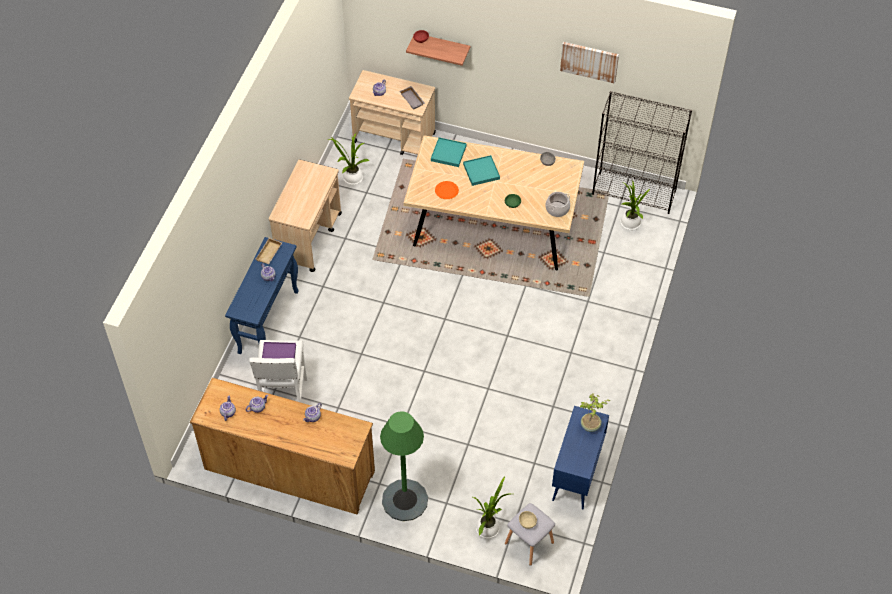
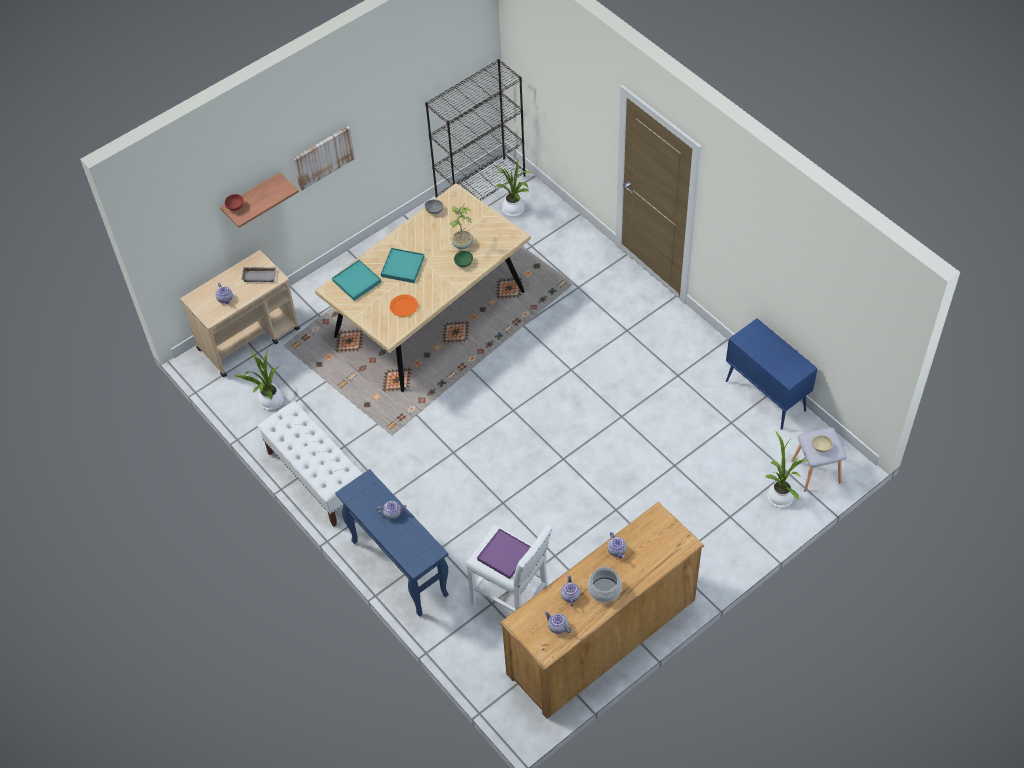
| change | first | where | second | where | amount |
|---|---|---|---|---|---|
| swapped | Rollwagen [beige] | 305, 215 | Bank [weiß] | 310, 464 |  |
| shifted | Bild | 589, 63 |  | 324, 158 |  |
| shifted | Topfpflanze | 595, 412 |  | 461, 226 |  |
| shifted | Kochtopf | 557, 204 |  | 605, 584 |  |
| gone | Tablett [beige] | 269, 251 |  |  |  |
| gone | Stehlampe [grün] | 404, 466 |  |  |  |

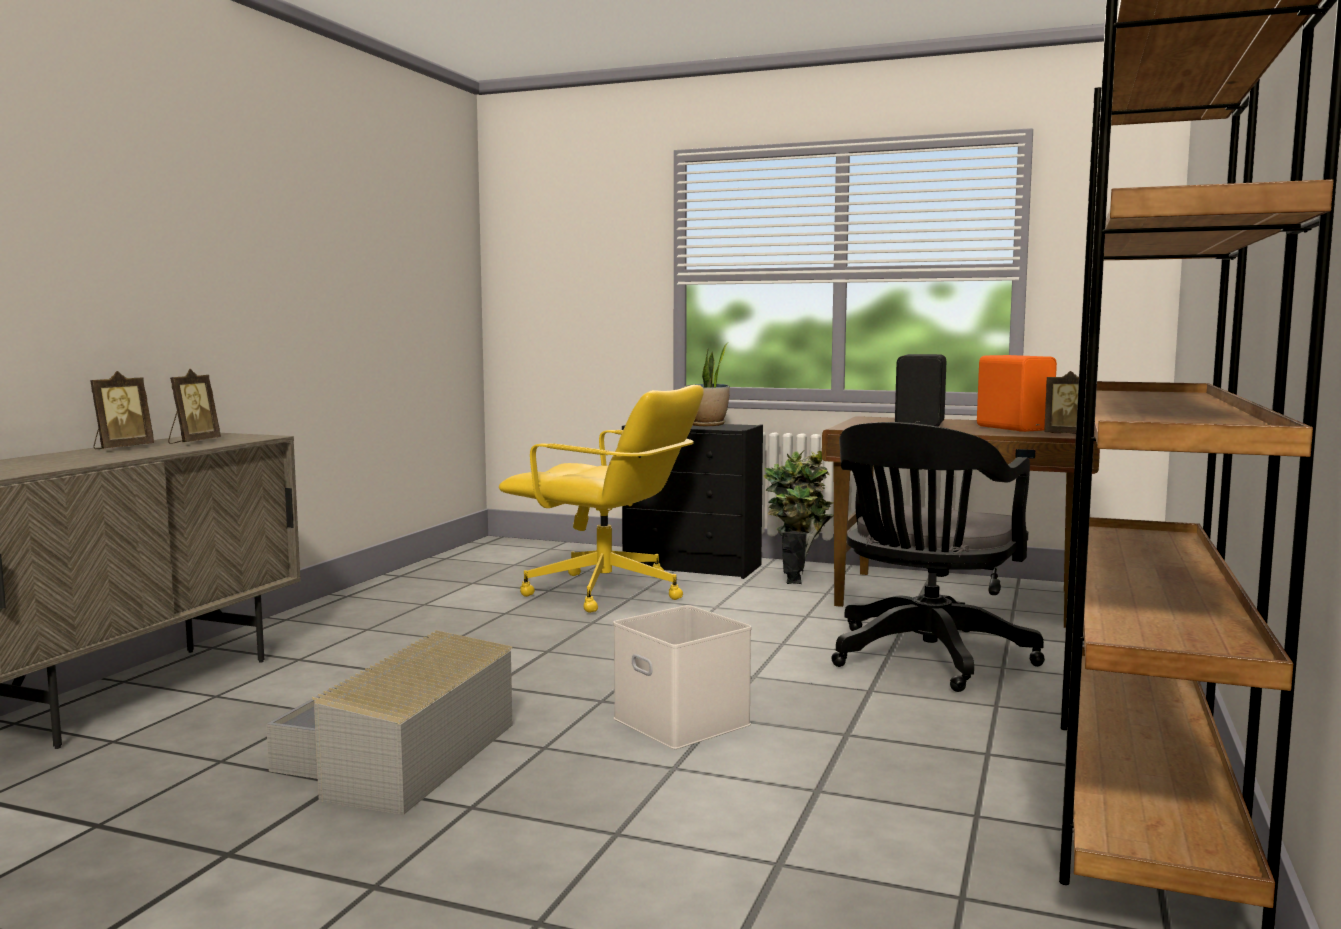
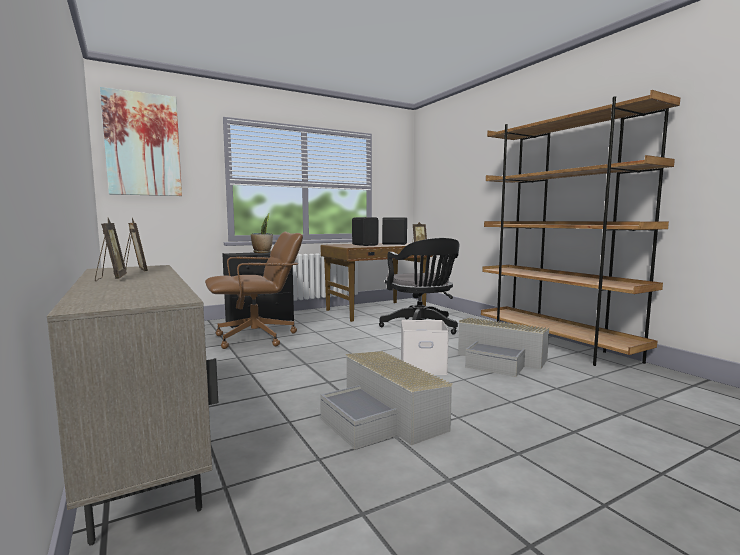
| change | first | where | second | where | amount |
|---|---|---|---|---|---|
| new |  |  | Bild | 141, 141 |  |
| repainted | Bürostuhl [gelb] | 601, 499 | Bürostuhl [braun] | 254, 290 |  |
| repainted | Lautsprecher [orange] | 1017, 393 | Lautsprecher [schwarz] | 394, 231 |  |
| new |  |  | Aufbewahrungsbox [grau] | 503, 347 |  |
| gone | Topfpflanze | 799, 517 |  |  |  |

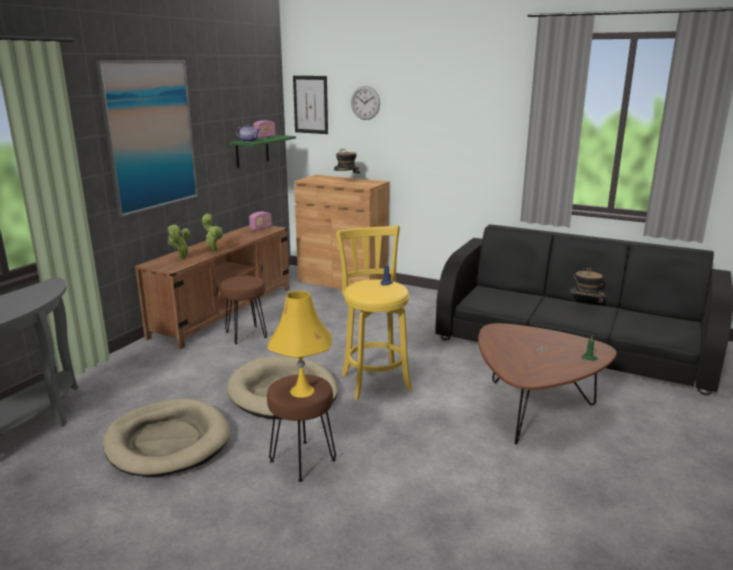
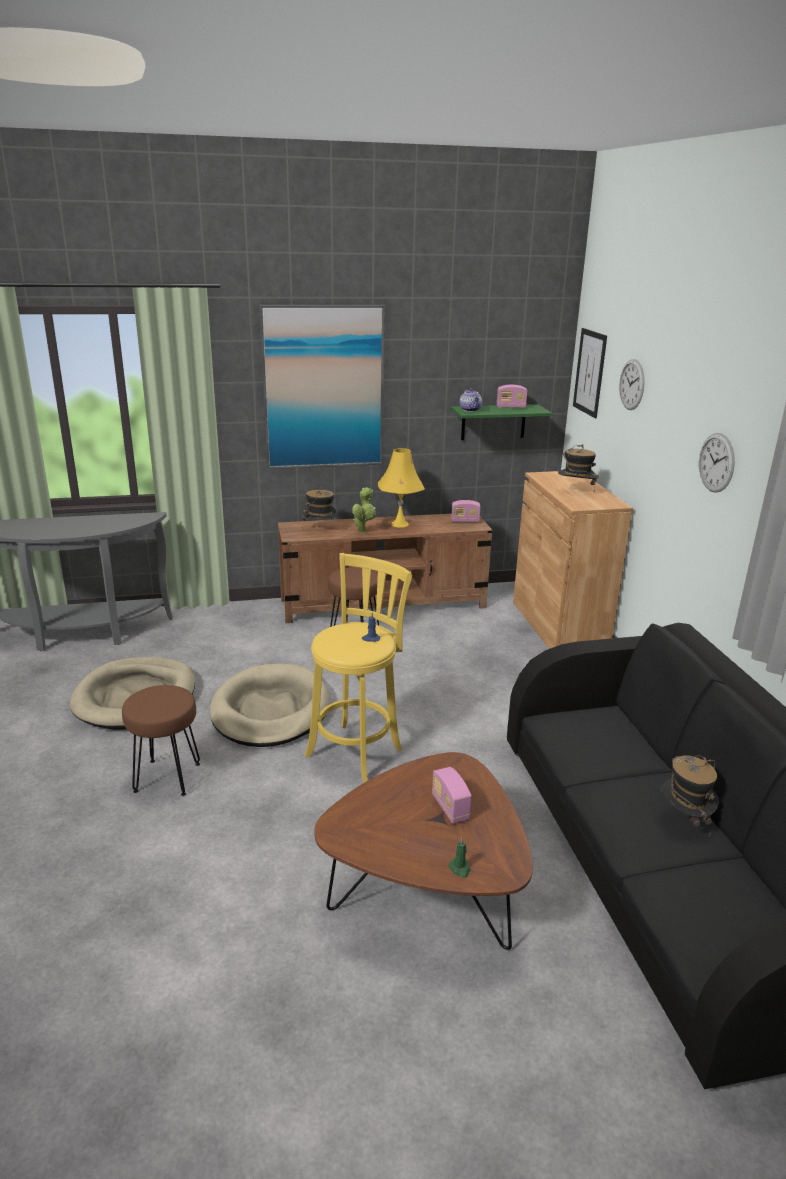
| change | first | where | second | where | amount |
|---|---|---|---|---|---|
| swapped | Topfpflanze | 178, 242 | Hut | 320, 505 |  |
| shifted | Tischlampe [gelb] | 300, 344 |  | 401, 488 |  |
| new |  |  | Radio | 452, 795 |  |
| new |  |  | Wanduhr | 717, 463 |  |

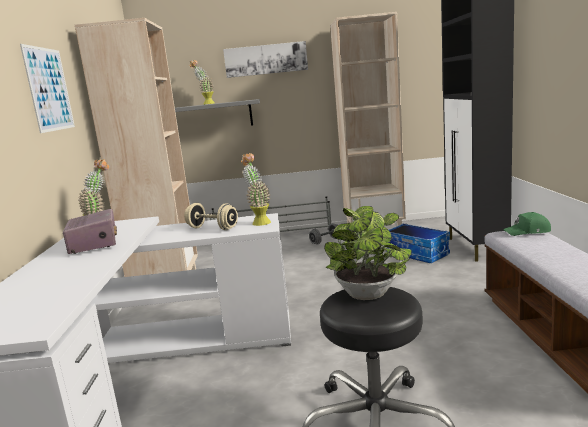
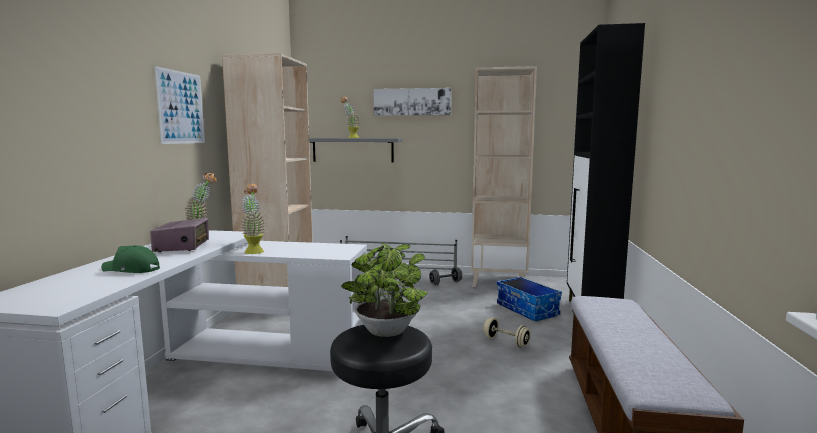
| change | first | where | second | where | amount |
|---|---|---|---|---|---|
| shifted | Kappe [grün] | 527, 224 |  | 130, 259 |  |
| shifted | Topfpflanze | 256, 189 |  | 252, 219 |  |
| shifted | Hantel [beige] | 211, 216 |  | 507, 332 |  |

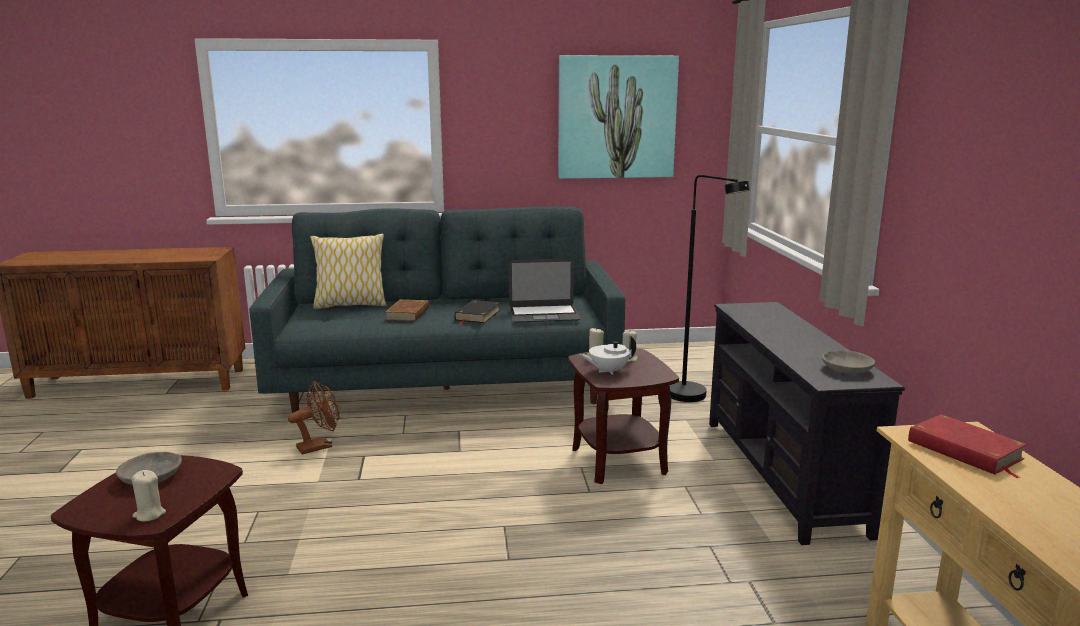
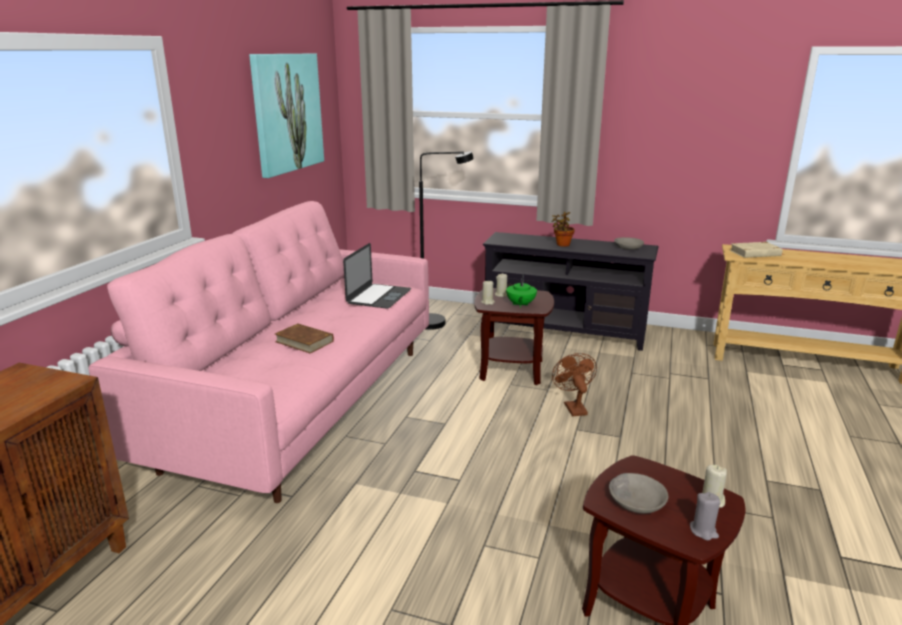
| change | first | where | second | where | amount |
|---|---|---|---|---|---|
| repainted | Sofa [grau] | 437, 310 | Sofa [rosa] | 258, 352 |  |
| repainted | Teekanne [weiß] | 607, 355 | Teekanne [grün] | 521, 291 |  |
| new |  |  | Topfpflanze | 563, 229 |  |
| shifted | Ventilator [braun] | 313, 417 |  | 574, 384 |  |
| new |  |  | Kerze [grau] | 705, 516 |  |
| repainted | Buch [rot] | 967, 446 | Buch [beige] | 756, 250 |  |
| gone | Kissen | 348, 271 |  |  |  |
| gone | Buch [schwarz] | 477, 312 |  |  |  |

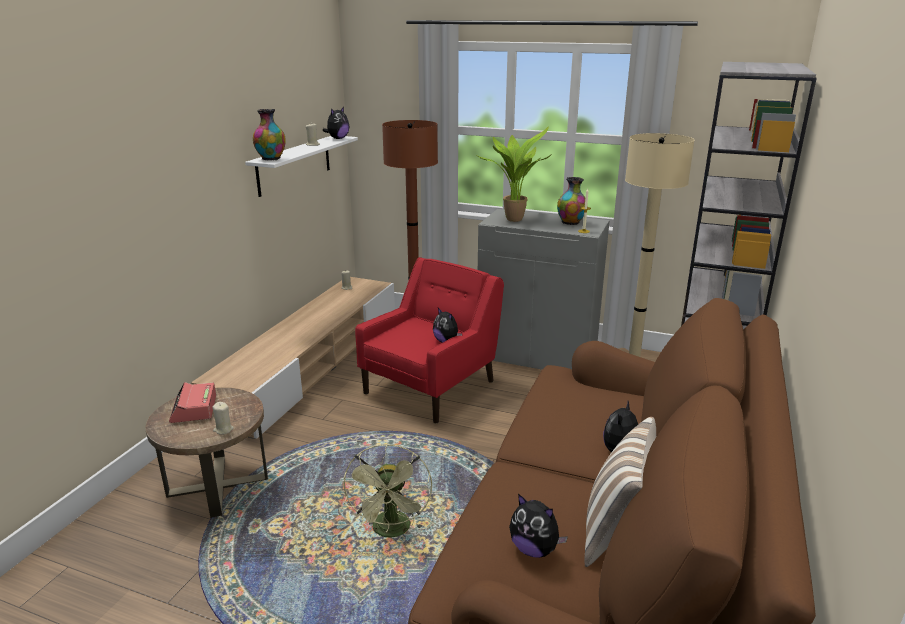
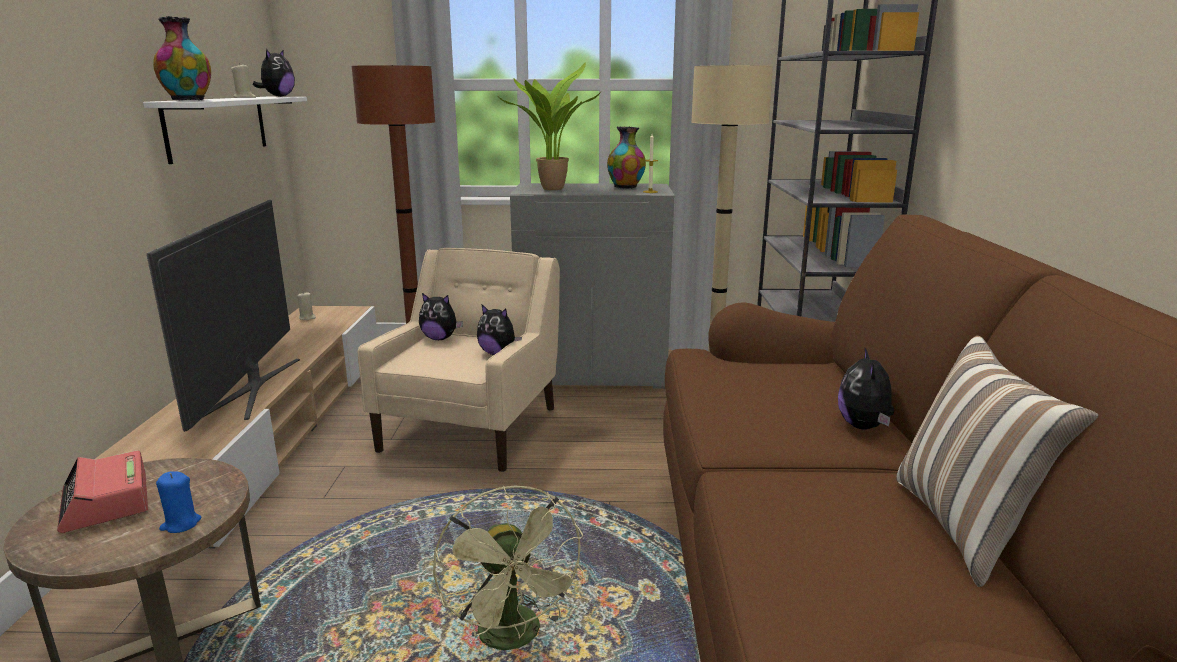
| change | first | where | second | where | amount |
|---|---|---|---|---|---|
| new |  |  | Fernseher | 223, 316 |  |
| repainted | Kerze [beige] | 223, 418 | Kerze [blau] | 178, 502 |  |
| repainted | Sessel [rot] | 429, 340 | Sessel [beige] | 459, 360 |  |
| shifted | Plüschtier | 538, 526 |  | 441, 316 |  |

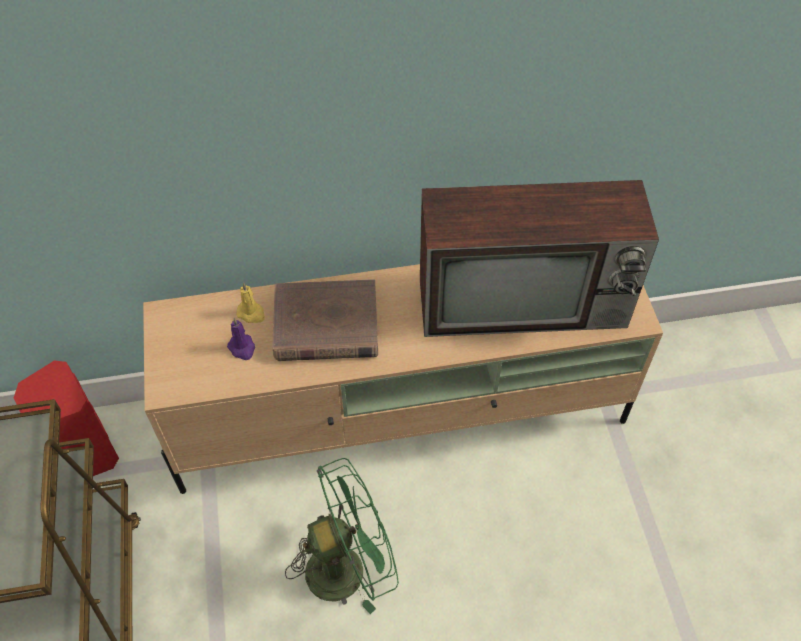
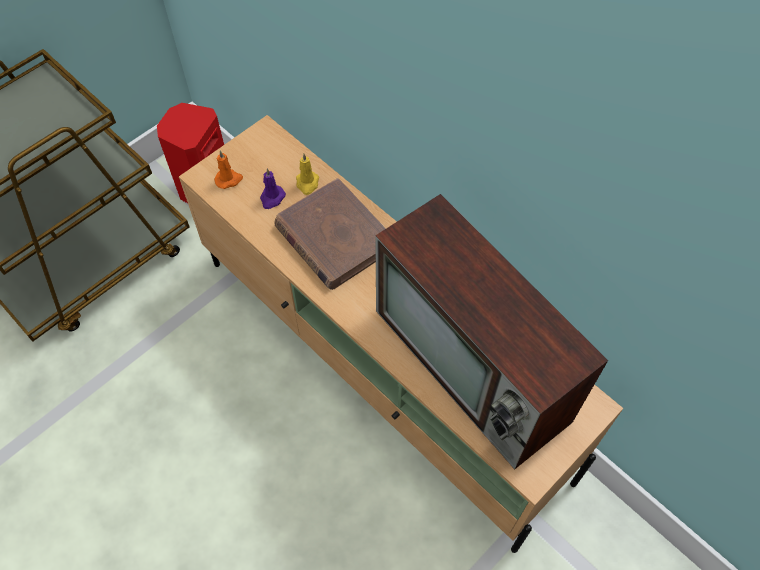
| change | first | where | second | where | amount |
|---|---|---|---|---|---|
| new |  |  | Kerze [orange] | 228, 169 |  |
| gone | Ventilator [grün] | 342, 536 |  |  |  |

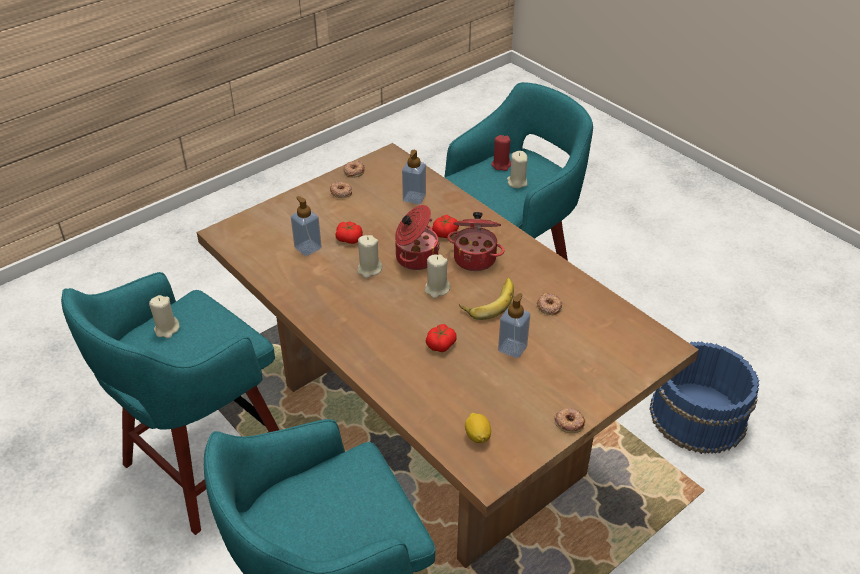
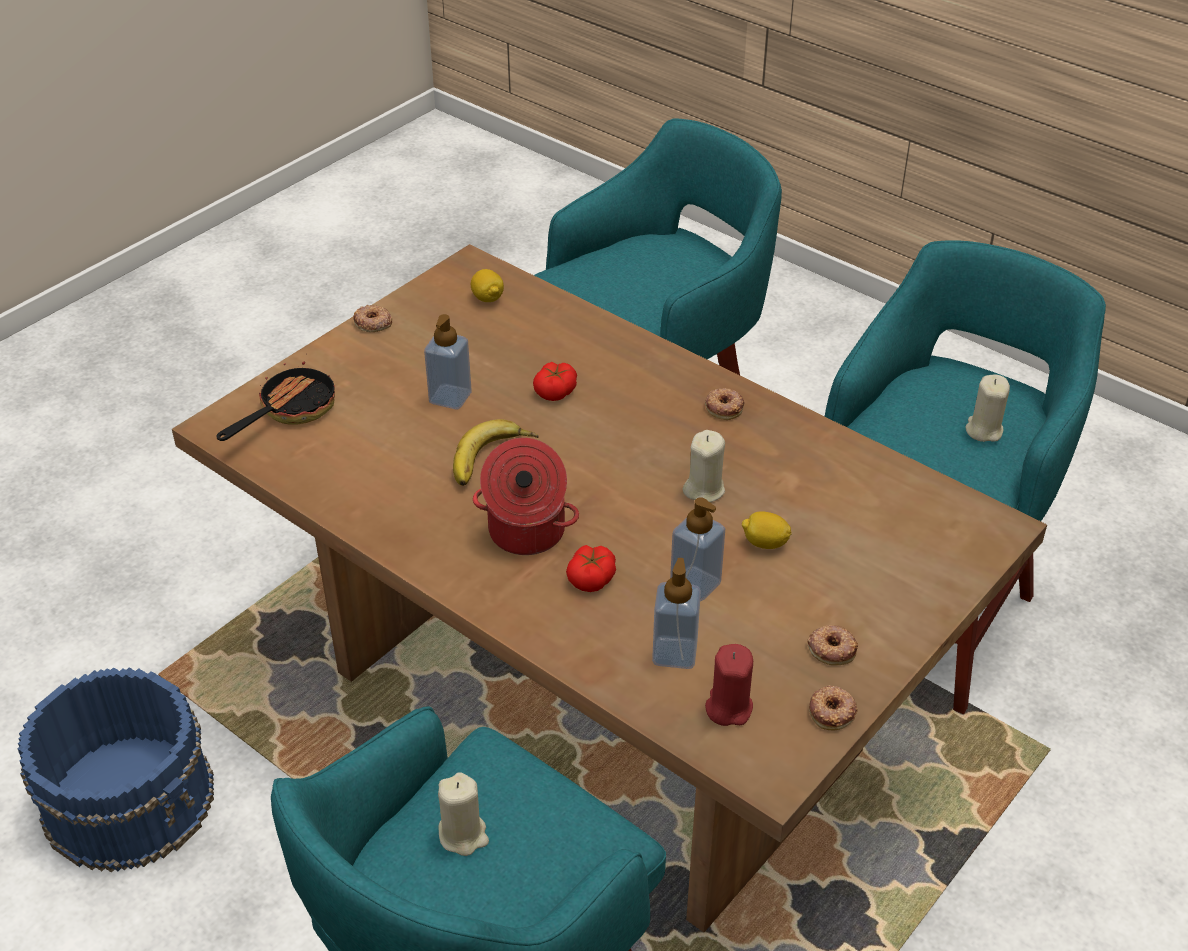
| change | first | where | second | where | amount |
|---|---|---|---|---|---|
| new |  |  | Pfanne | 276, 401 |  |
| shifted | Seifenspender | 306, 226 |  | 697, 549 |  |
| shifted | Donut | 549, 304 |  | 725, 404 |  |
| shifted | Kerze [rot] | 501, 153 |  | 729, 685 |  |
| swapped | Tomate | 349, 232 | Zitrone | 767, 530 |  |
| gone | Kochtopf | 417, 237 |  |  |  |
| gone | Kerze [beige] | 437, 276 |  |  |  |

